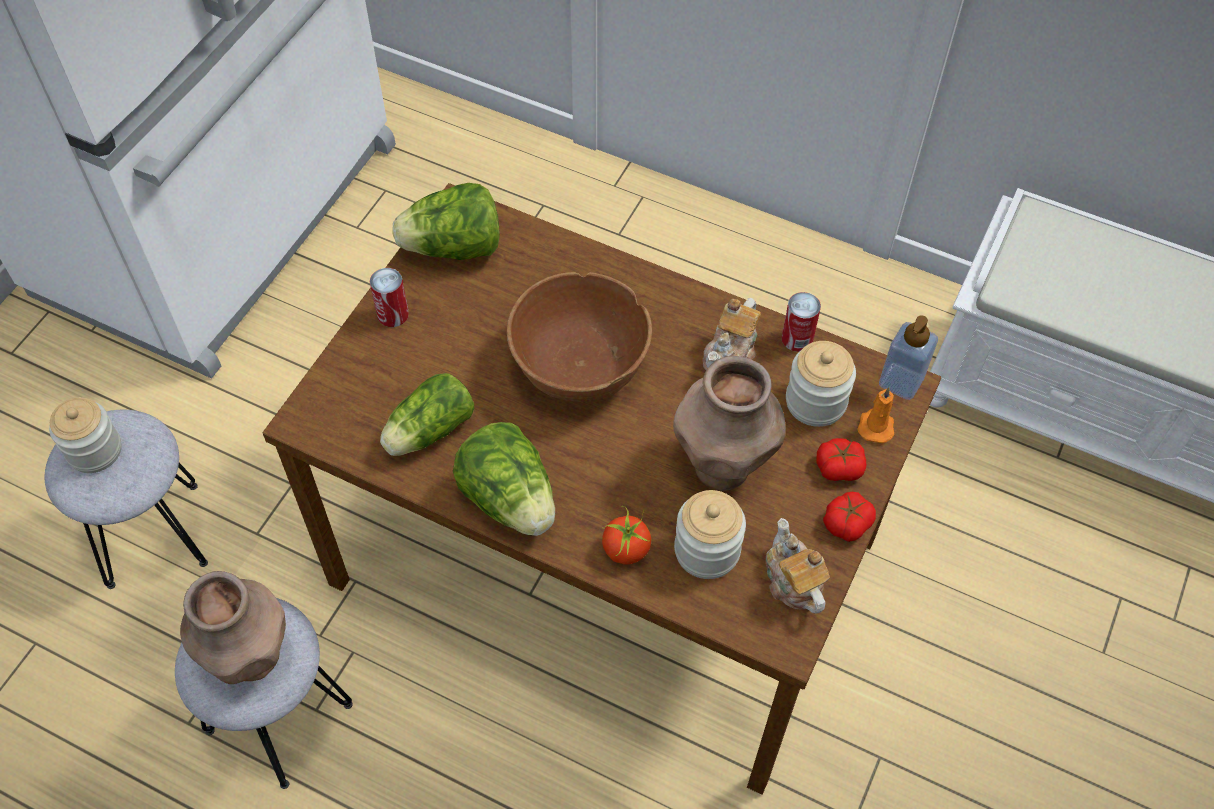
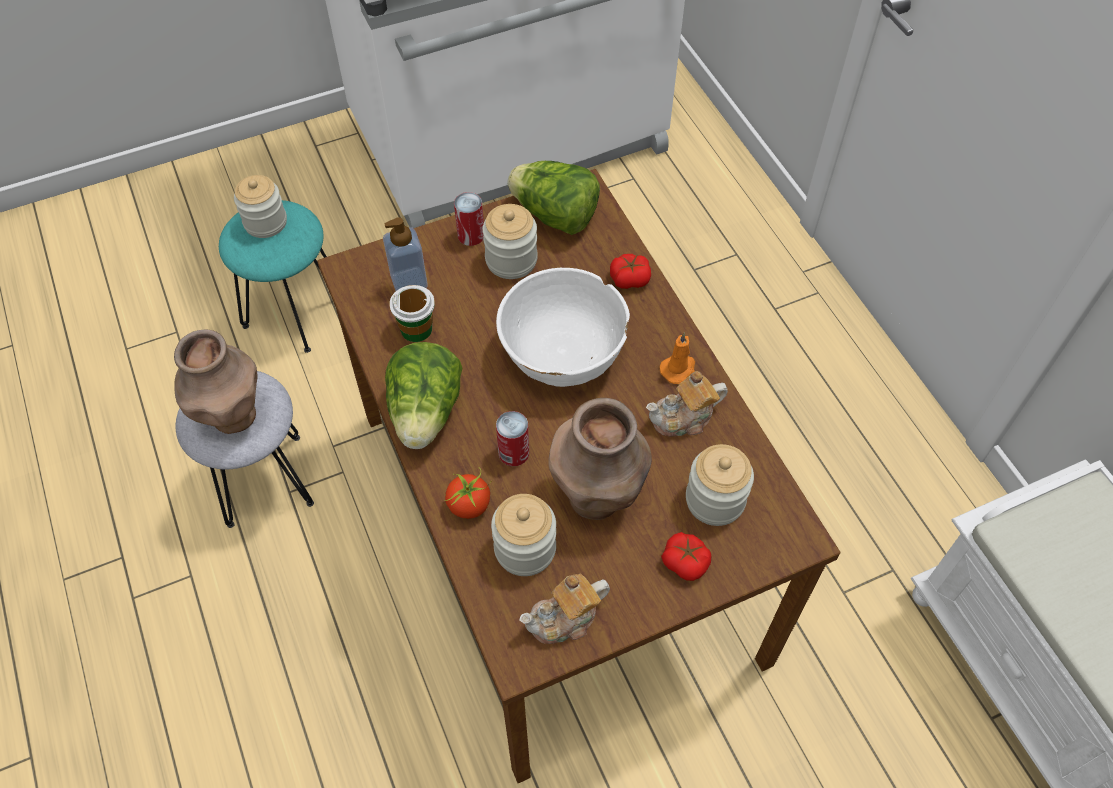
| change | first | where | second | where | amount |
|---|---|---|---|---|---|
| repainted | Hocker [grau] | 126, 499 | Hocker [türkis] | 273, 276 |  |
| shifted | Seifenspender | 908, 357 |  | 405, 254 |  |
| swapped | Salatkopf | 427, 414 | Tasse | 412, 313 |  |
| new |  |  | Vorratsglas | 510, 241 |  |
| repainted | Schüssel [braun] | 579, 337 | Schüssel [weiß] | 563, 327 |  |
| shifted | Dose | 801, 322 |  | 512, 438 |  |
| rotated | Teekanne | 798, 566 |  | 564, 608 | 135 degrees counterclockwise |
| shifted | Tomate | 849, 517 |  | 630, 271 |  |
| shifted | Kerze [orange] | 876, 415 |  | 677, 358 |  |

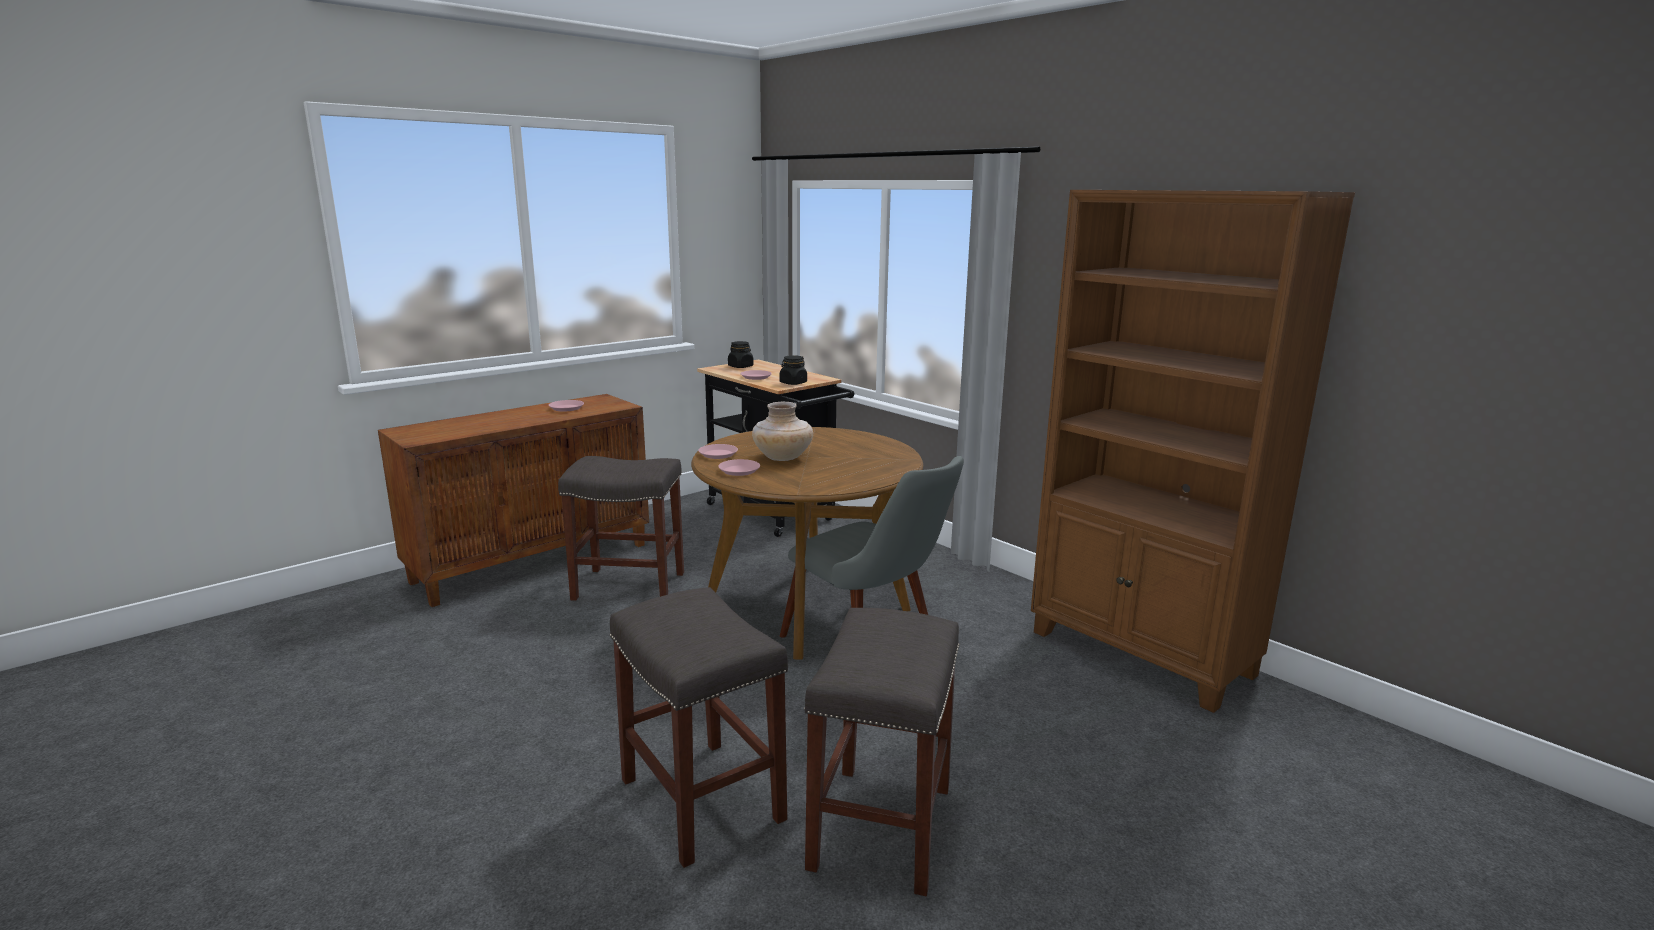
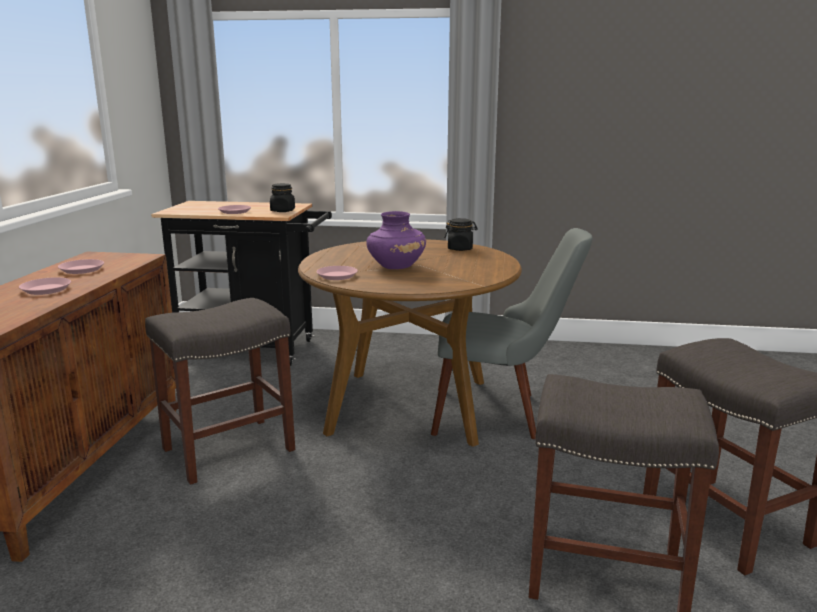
| change | first | where | second | where | amount |
|---|---|---|---|---|---|
| shifted | Teller [rosa] | 739, 467 |  | 45, 286 |  |
| repainted | Vase [beige] | 782, 431 | Vase [lila] | 396, 240 |  |
| shifted | Vorratsglas [schwarz] | 740, 354 |  | 461, 234 |  |
| gone | Bücherregal [braun] | 1193, 451 |  |  |  |

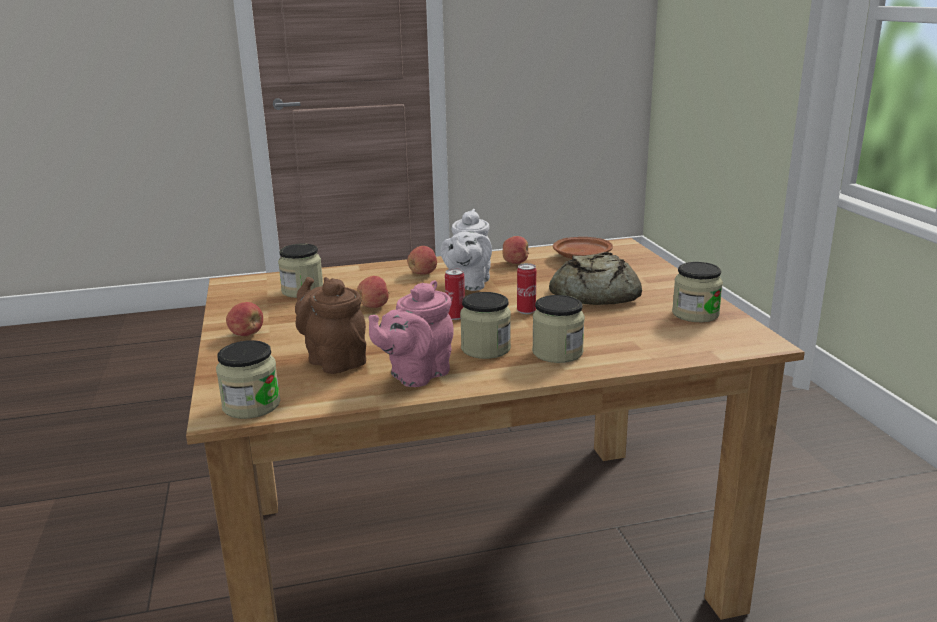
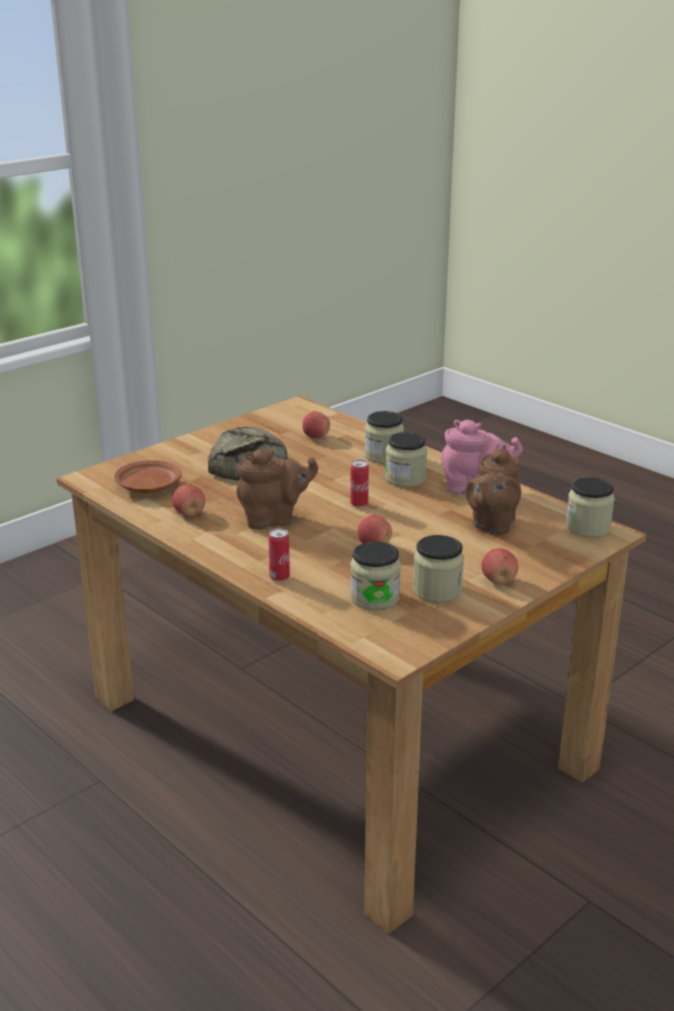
| change | first | where | second | where | amount |
|---|---|---|---|---|---|
| repainted | Teekanne [weiß] | 466, 250 | Teekanne [braun] | 277, 489 |  |
| shifted | Dose | 526, 288 |  | 279, 555 |  |
| shifted | Apfel | 422, 260 |  | 316, 424 |  |
| shifted | Vorratsglas | 697, 292 |  | 438, 569 |  |

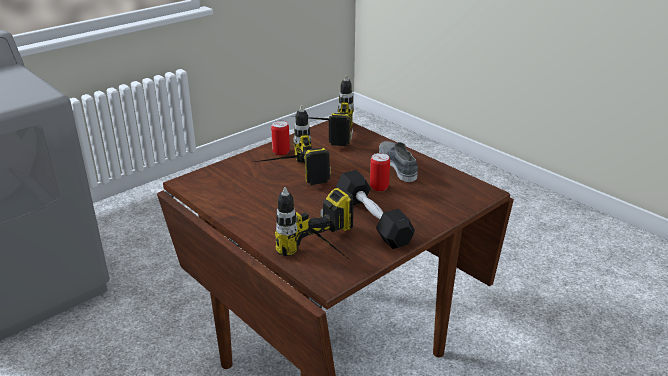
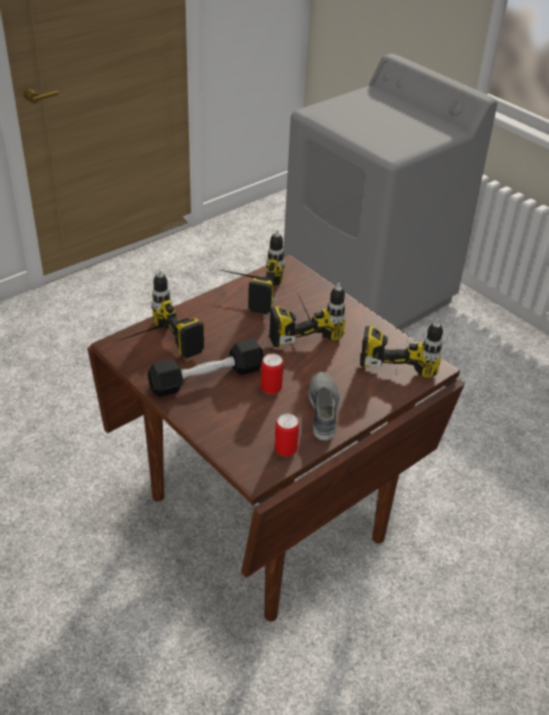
| change | first | where | second | where | amount |
|---|---|---|---|---|---|
| new |  |  | Bohrmaschine | 248, 272 |  |
| shifted | Dose | 280, 138 |  | 287, 435 |  |
| rotated | Schuh [grau] | 398, 161 |  | 324, 406 | 75 degrees counterclockwise |

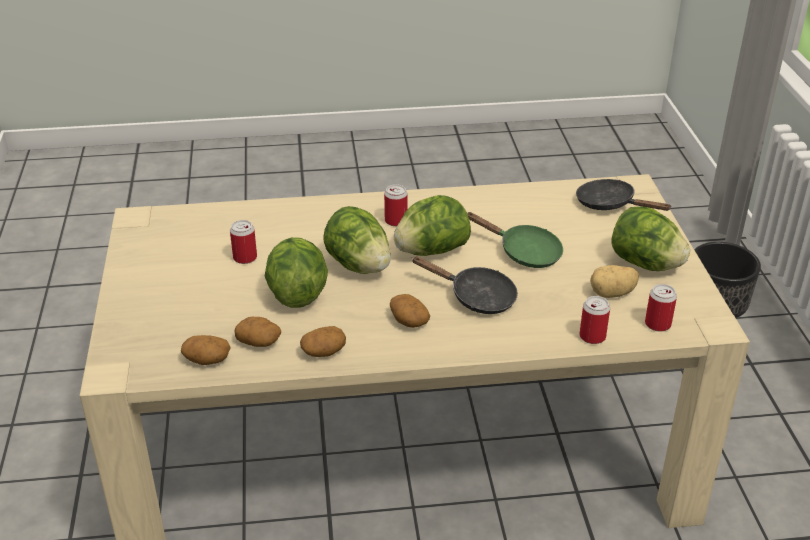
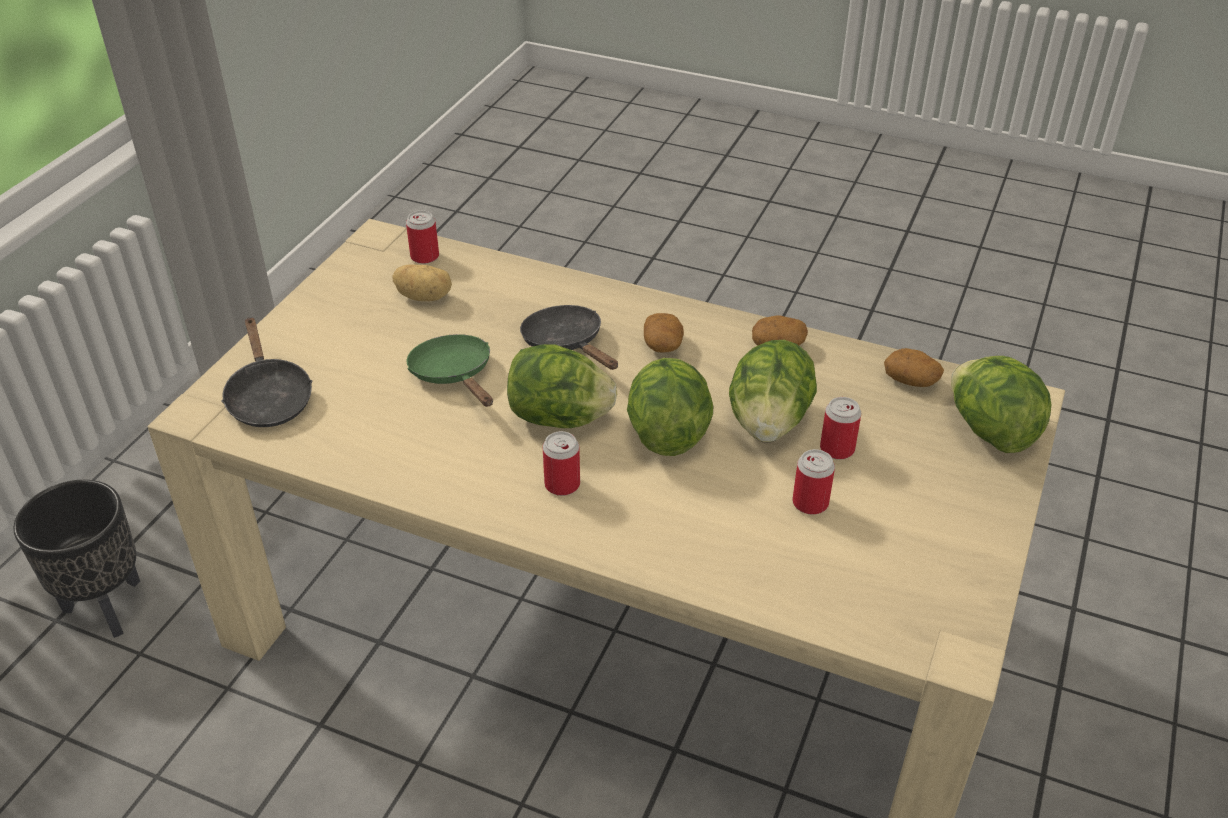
| change | first | where | second | where | amount |
|---|---|---|---|---|---|
| shifted | Dose | 594, 320 |  | 840, 428 |  |
| shifted | Salatkopf | 650, 239 |  | 1001, 404 |  |
| gone | Kartoffel | 258, 332 |  |  |  |

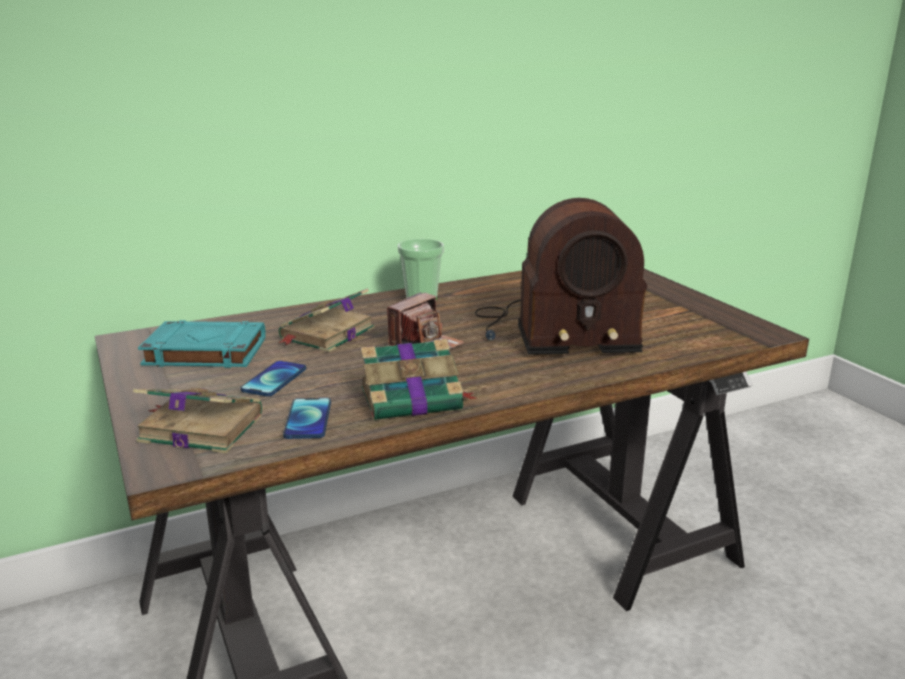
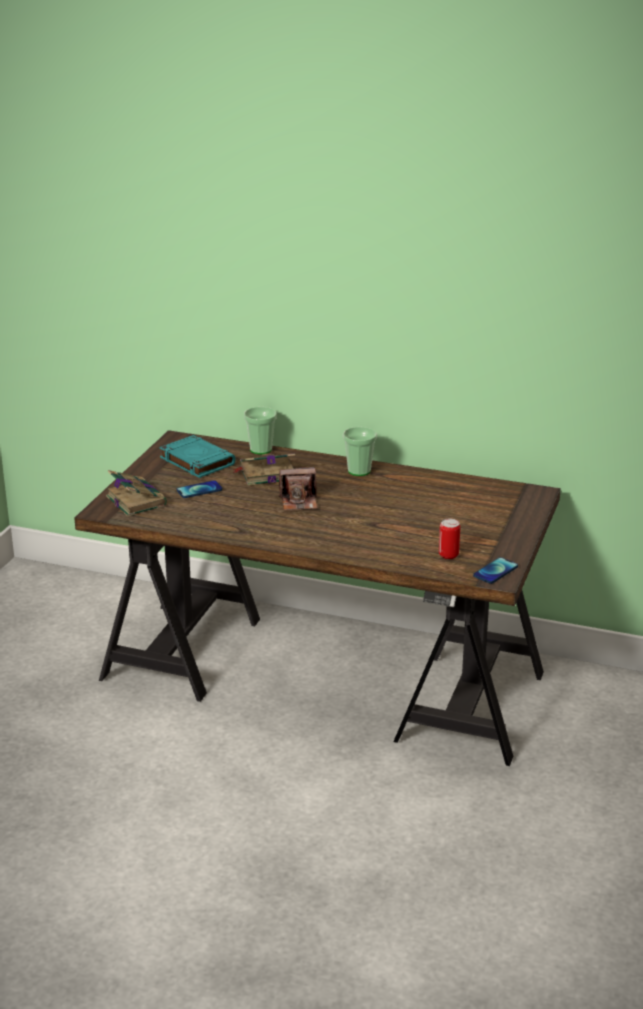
| change | first | where | second | where | amount |
|---|---|---|---|---|---|
| new |  |  | Tasse | 260, 430 |  |
| new |  |  | Dose | 449, 539 |  |
| shifted | Handy | 307, 418 |  | 495, 570 |  |
| gone | Buch | 419, 380 |  |  |  |
| gone | Radio | 561, 276 |  |  |  |

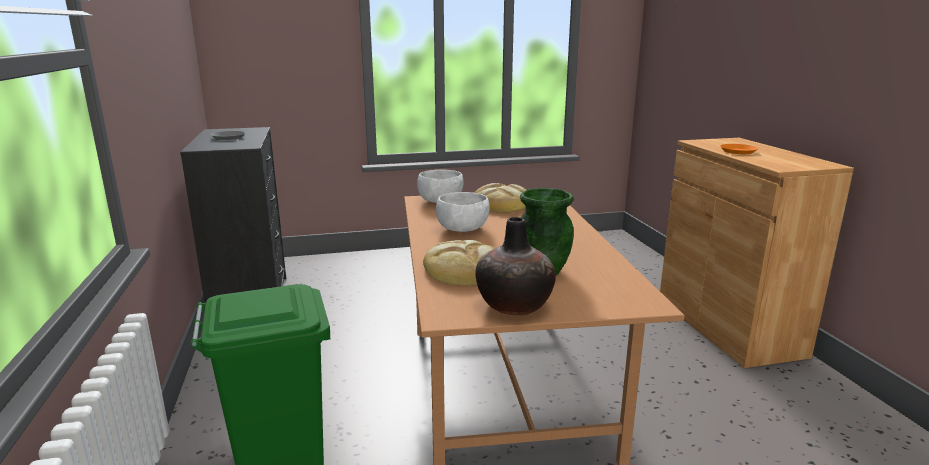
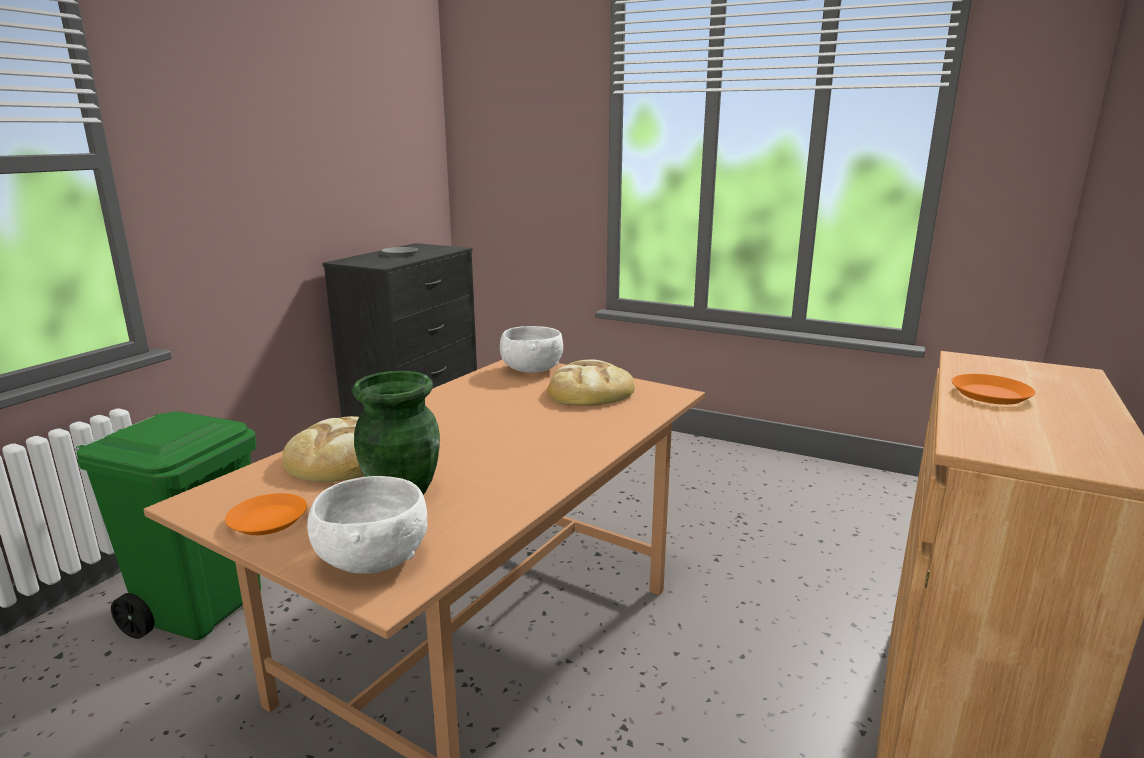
| change | first | where | second | where | amount |
|---|---|---|---|---|---|
| swapped | Vase | 515, 266 | Teller [orange] | 266, 514 |  |
| shifted | Schüssel [weiß] | 463, 212 |  | 367, 524 |  |

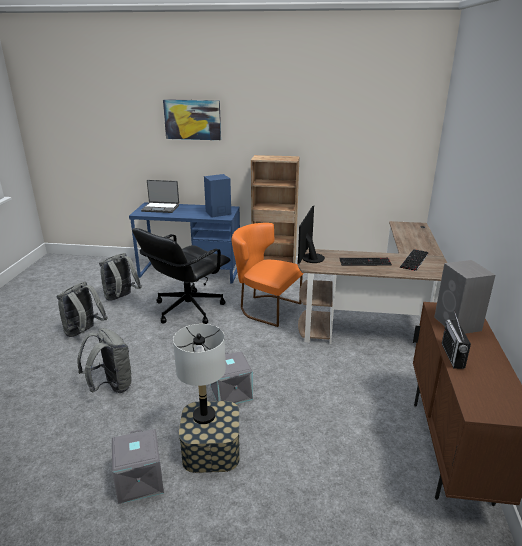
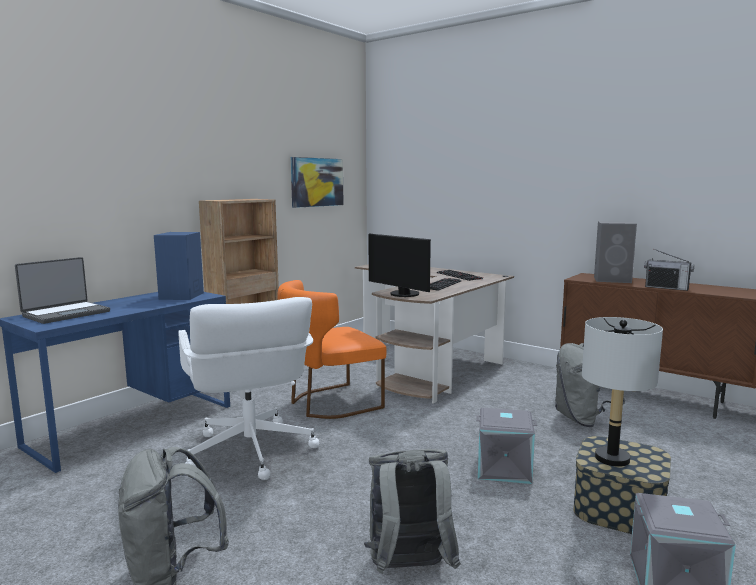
| change | first | where | second | where | amount |
|---|---|---|---|---|---|
| repainted | Bürostuhl [schwarz] | 181, 276 | Bürostuhl [weiß] | 248, 388 |  |
| shifted | Bild | 192, 119 |  | 317, 182 |  |
| shifted | Rucksack [grau] | 120, 277 |  | 590, 385 |  |

